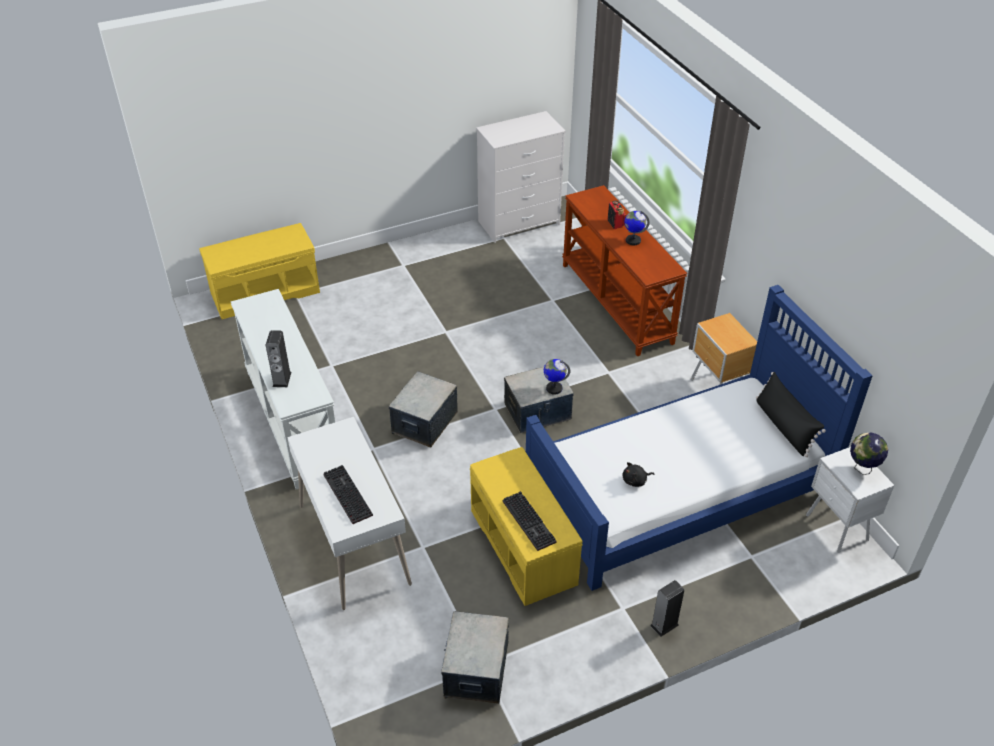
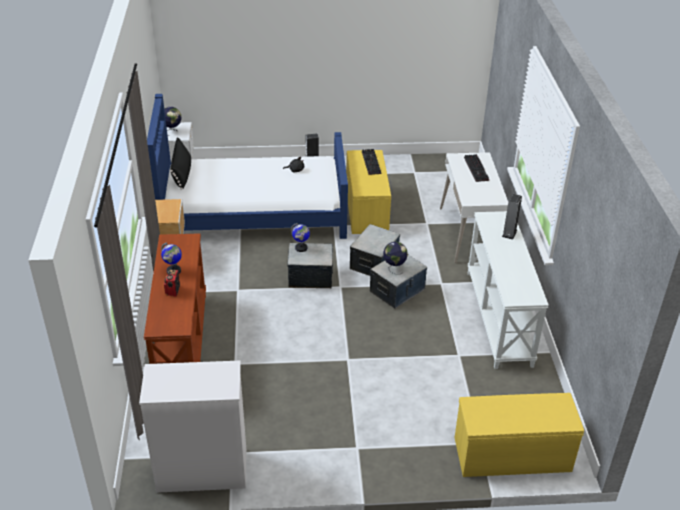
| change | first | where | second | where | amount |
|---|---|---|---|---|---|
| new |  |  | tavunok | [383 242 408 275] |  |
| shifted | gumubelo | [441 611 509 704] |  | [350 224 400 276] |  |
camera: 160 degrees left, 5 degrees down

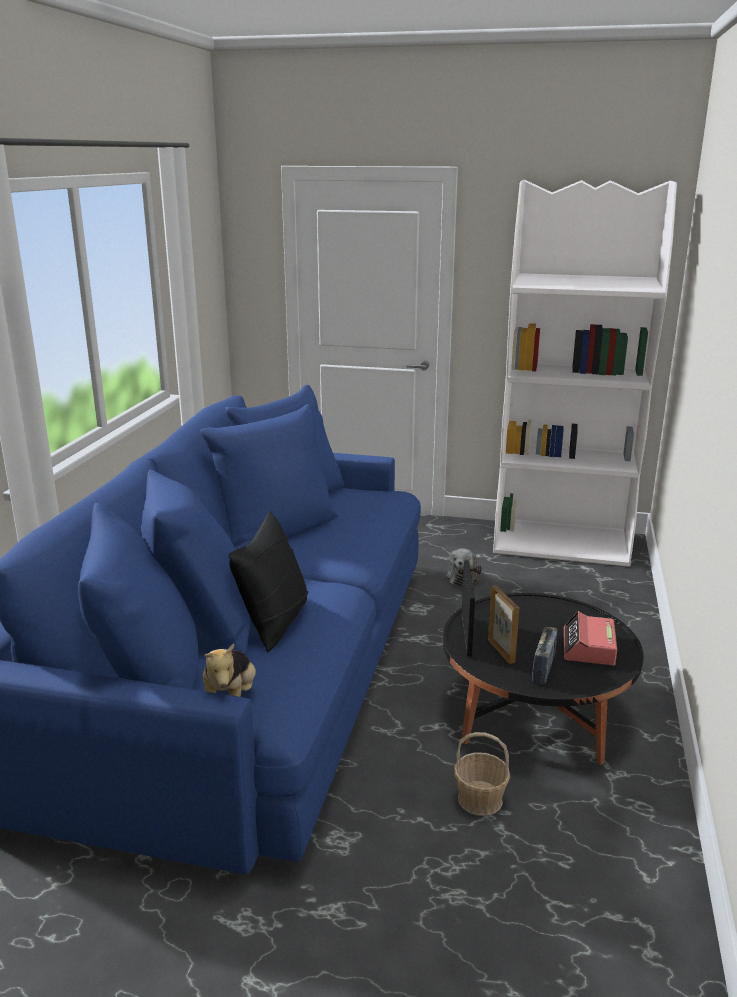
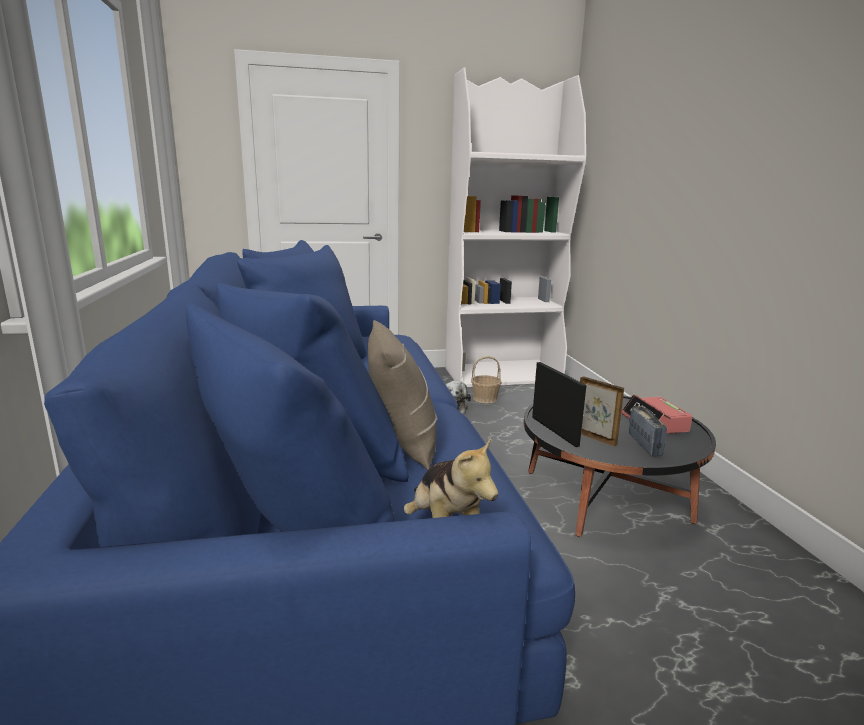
| change | first | where | second | where | amount |
|---|---|---|---|---|---|
| shifted | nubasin | [454 732 510 816] |  | [471 356 502 403] |  |
| repainted | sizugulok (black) | [228 511 308 652] | sizugulok (beige) | [368 320 437 470] |  |
camera: 25 degrees left, 5 degrees down

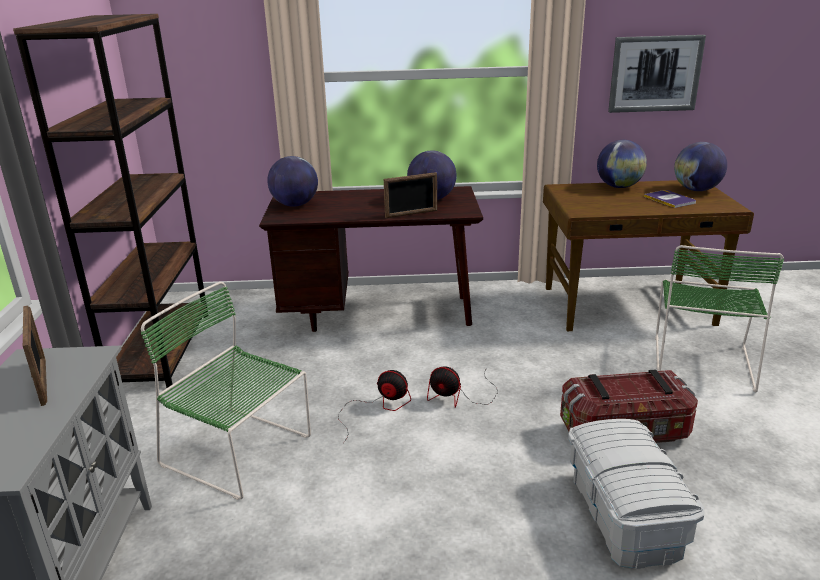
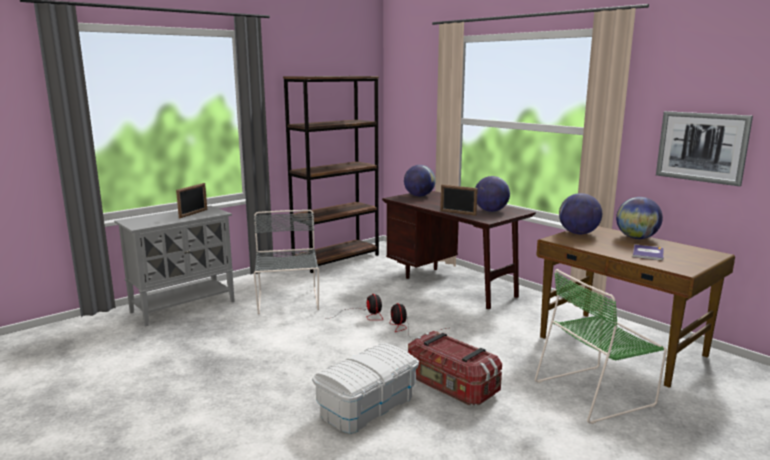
| change | first | where | second | where | amount |
|---|---|---|---|---|---|
| shifted | tavunok | [674 142 727 191] |  | [559 193 602 234] |  |
| repainted | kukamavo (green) | [141 282 311 500] | kukamavo (grey) | [254 210 319 314] |  |
camera: 50 degrees right, 10 degrees down

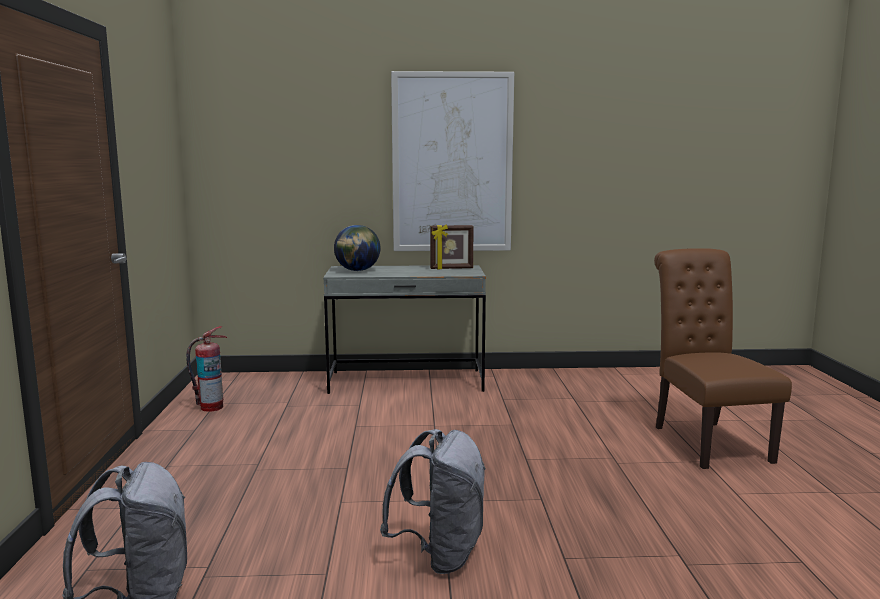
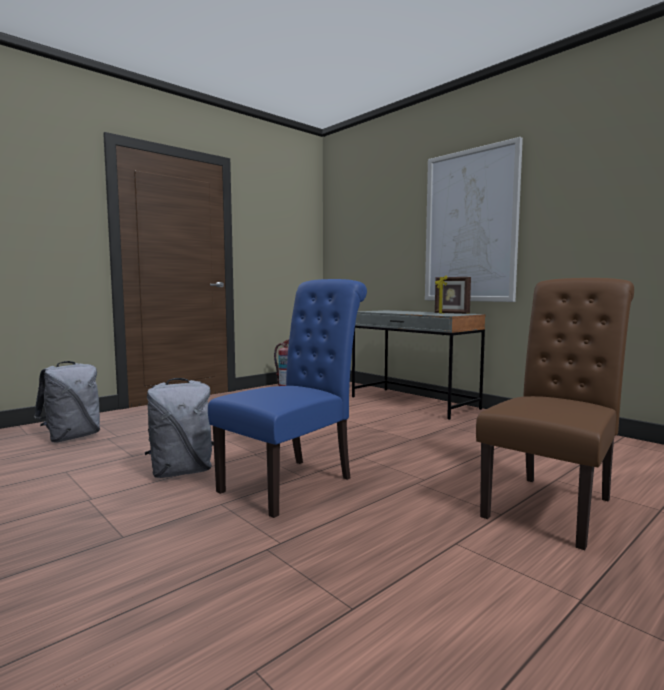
| change | first | where | second | where | amount |
|---|---|---|---|---|---|
| gone | tavunok | [334 225 381 271] |  |  |  |
| new |  |  | kukamavo (blue) | [208 279 367 518] |  |
camera: 50 degrees right, 5 degrees down

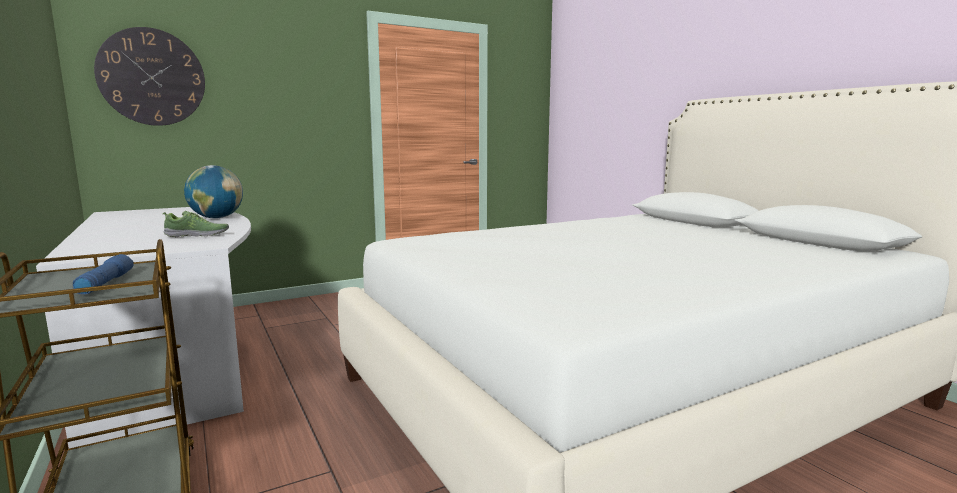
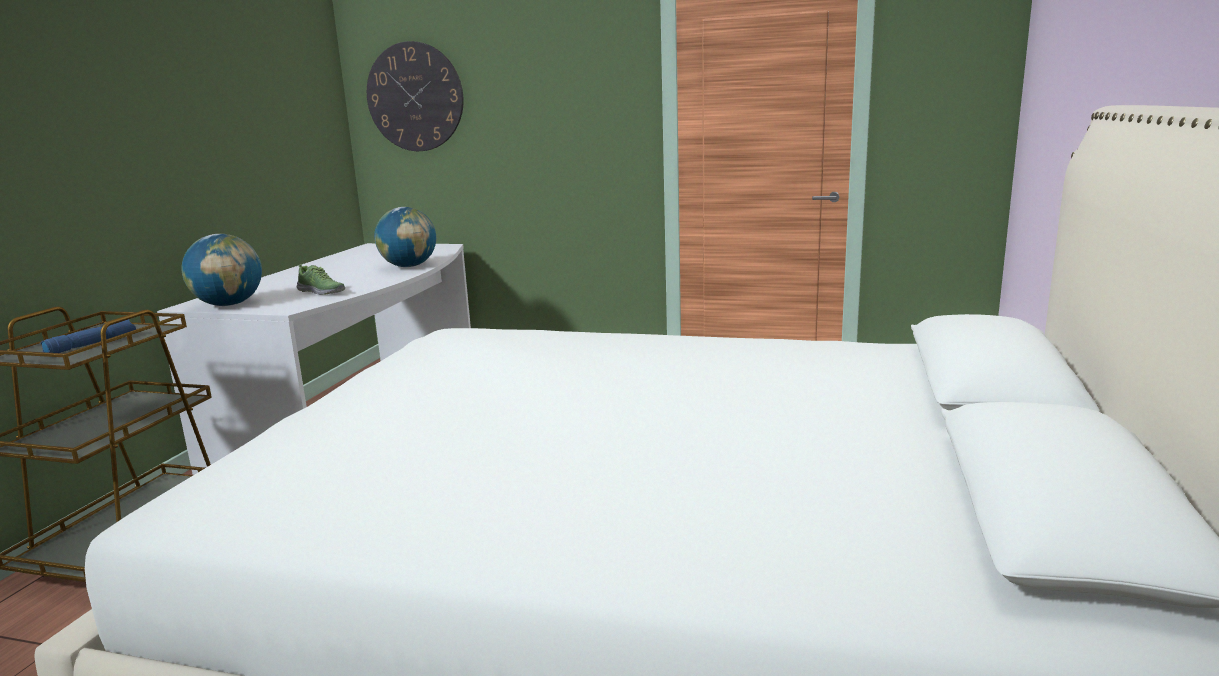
| change | first | where | second | where | amount |
|---|---|---|---|---|---|
| new |  |  | tavunok | [181 234 262 306] |  |
camera: 45 degrees right, 5 degrees up

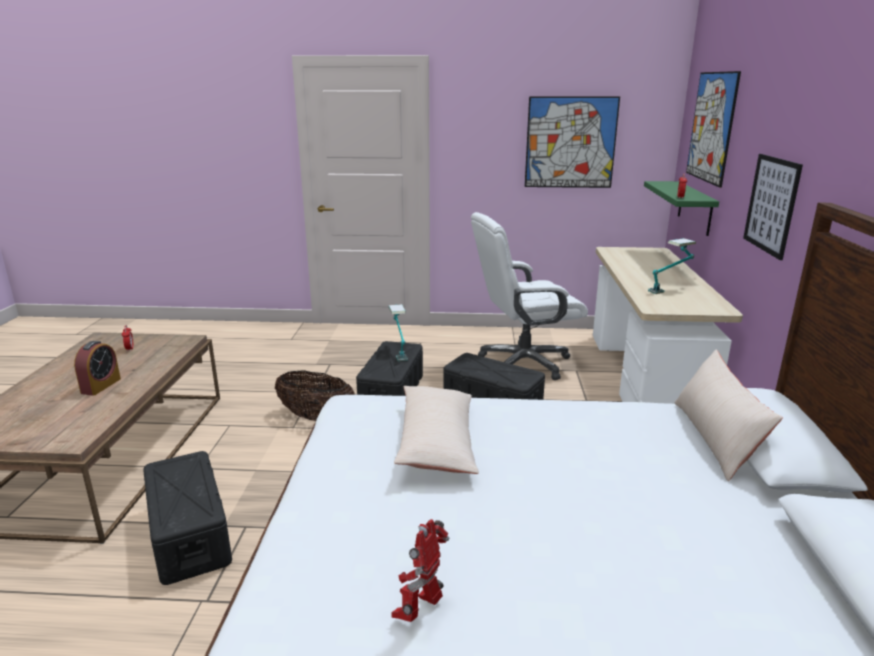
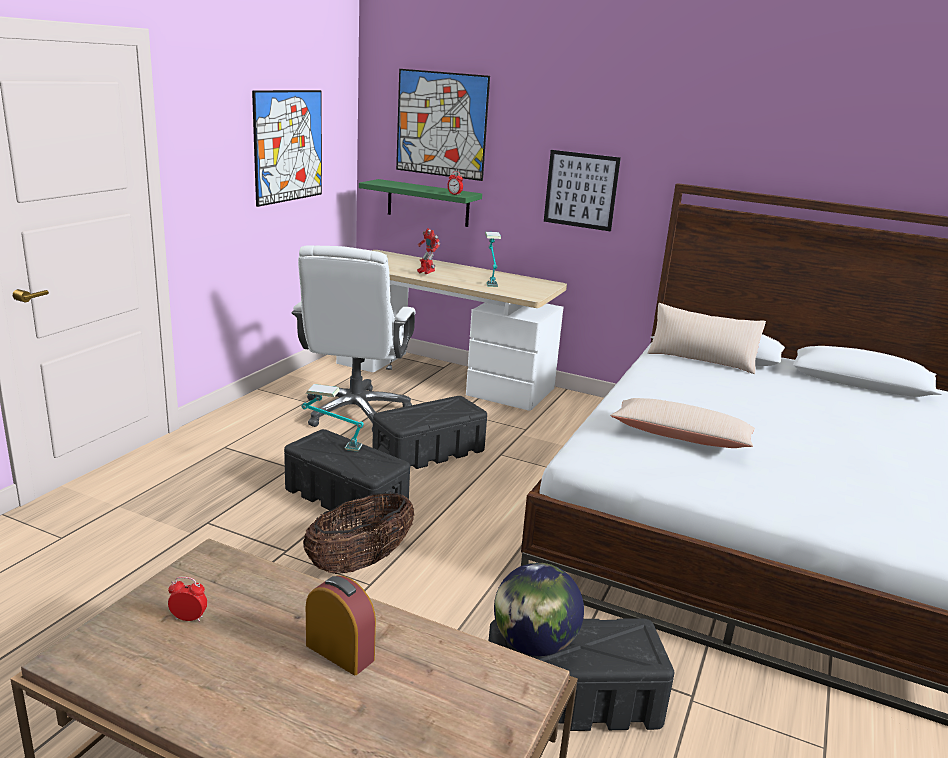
| change | first | where | second | where | amount |
|---|---|---|---|---|---|
| new |  |  | tavunok | [494 563 584 656] |  |
| shifted | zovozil | [391 519 449 622] |  | [417 228 440 274] |  |
camera: 70 degrees left, 0 degrees up

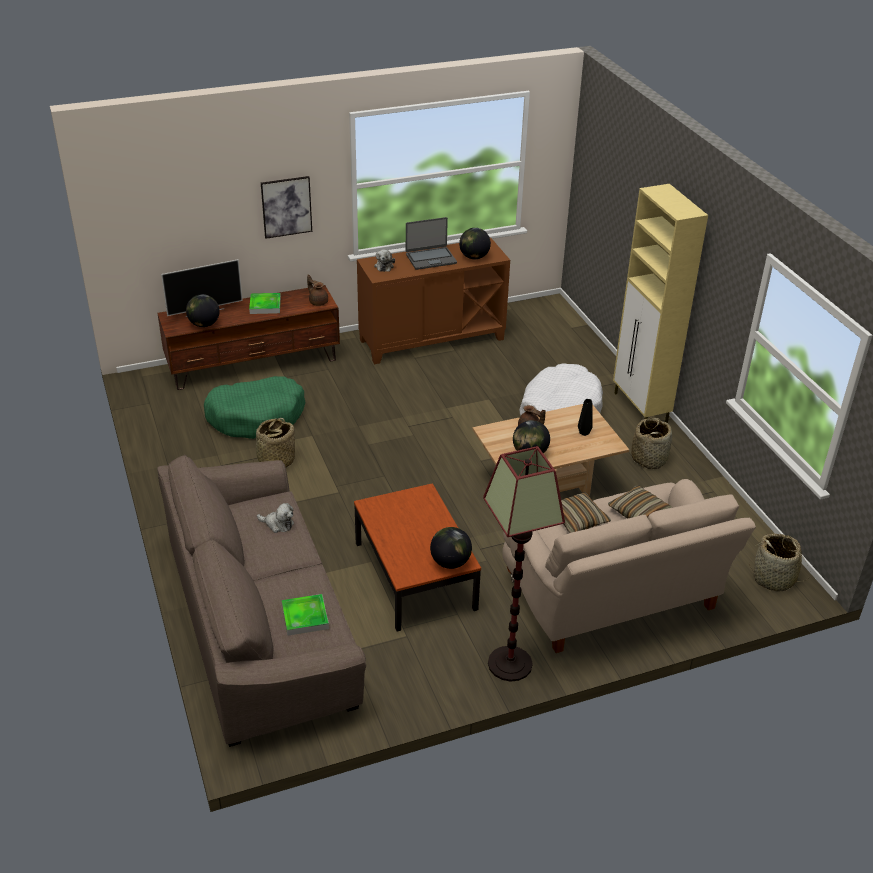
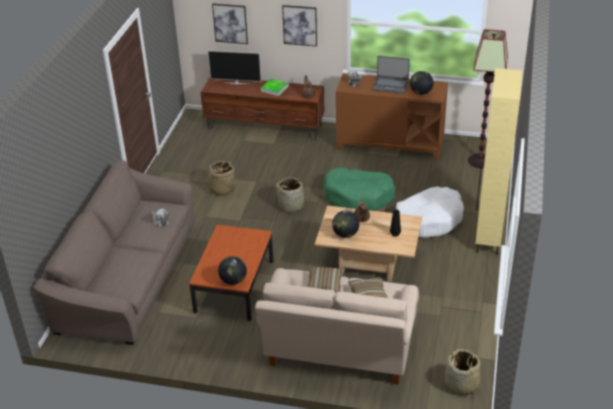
| change | first | where | second | where | amount |
|---|---|---|---|---|---|
| gone | tavunok | [186 294 220 327] |  |  |  |
| gone | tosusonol | [282 594 329 636] |  |  |  |
| new |  |  | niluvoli | [212 4 248 44] |  |
| shifted | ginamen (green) | [204 376 305 439] |  | [324 167 396 211] |  |
| shifted | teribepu | [483 446 565 682] |  | [468 29 508 168] |  |
| shifted | nubasin | [631 418 672 469] |  | [275 177 309 213] |  |
camera: 35 degrees right, 0 degrees up

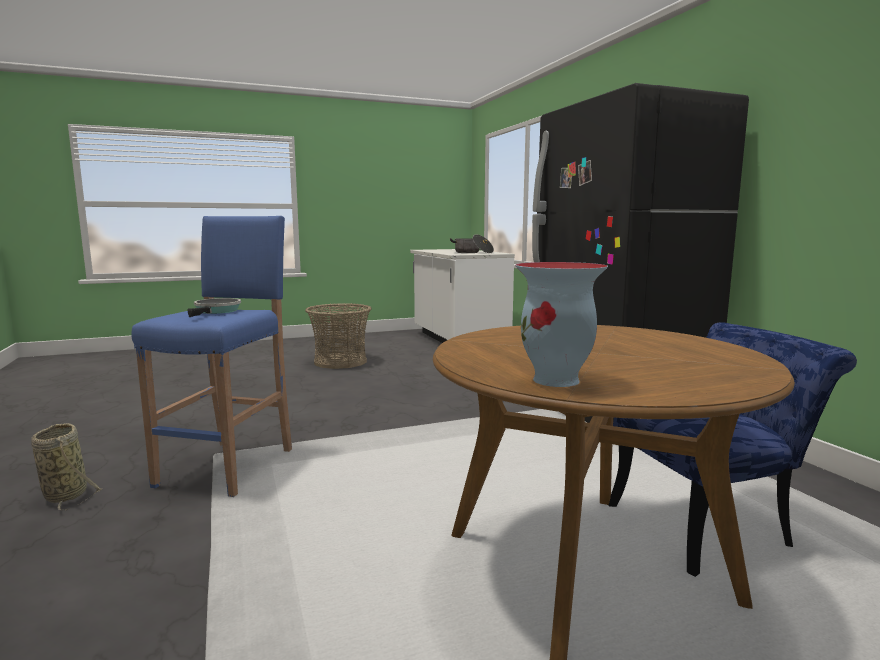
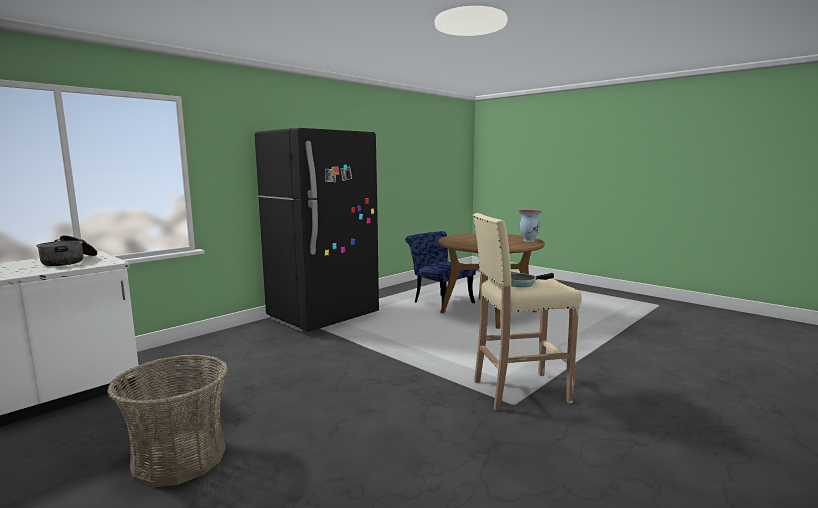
| change | first | where | second | where | amount |
|---|---|---|---|---|---|
| gone | nubasin | [31 423 103 510] |  |  |  |
| repainted | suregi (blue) | [131 216 292 497] | suregi (beige) | [473 213 582 411] |  |
camera: 115 degrees left, 0 degrees up

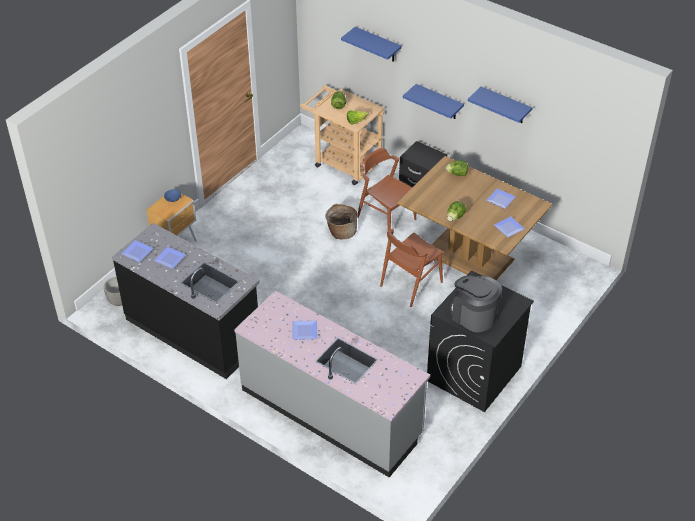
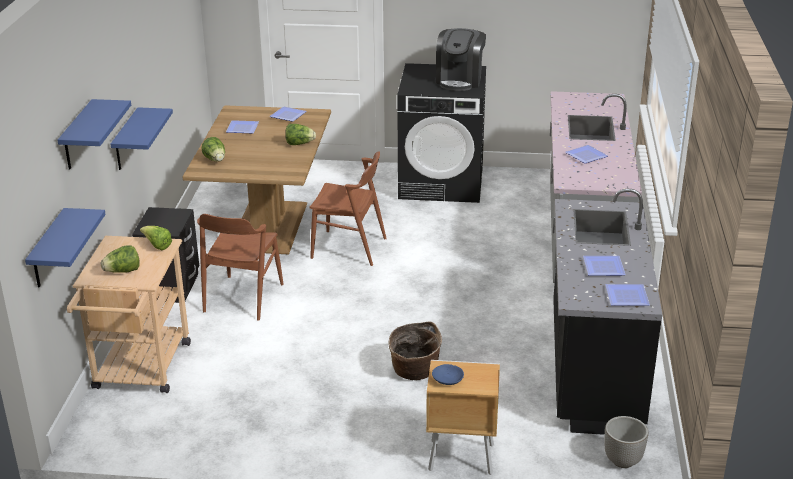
| change | first | where | second | where | amount |
|---|---|---|---|---|---|
| shifted | nubasin | [325 204 358 239] |  | [389 322 442 380] |  |
| shifted | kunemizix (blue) | [468 86 532 123] |  | [25 208 106 288] |  |
camera: 120 degrees left, 15 degrees down

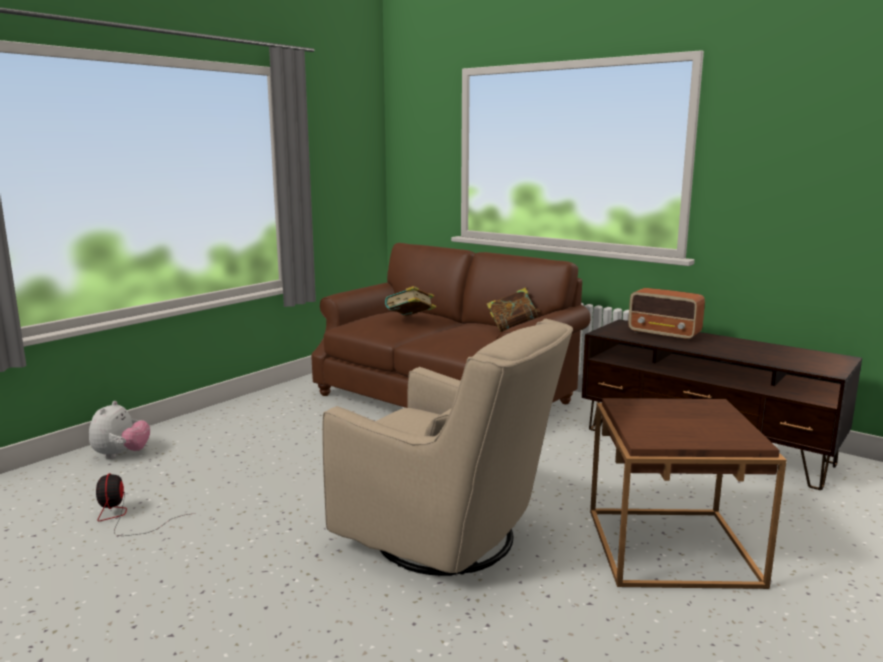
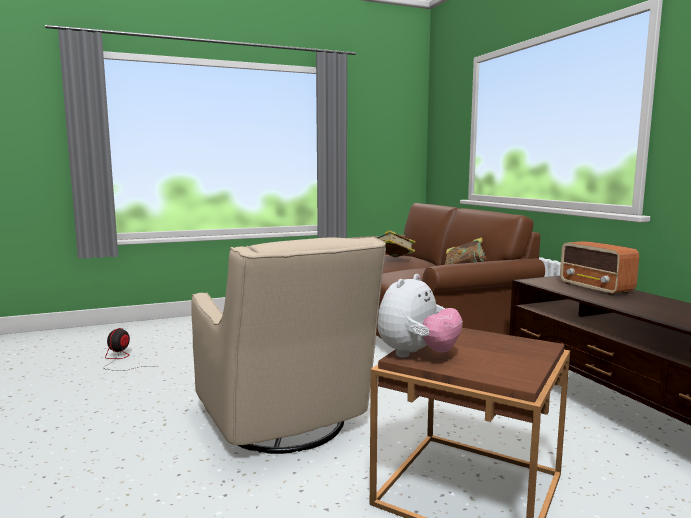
| change | first | where | second | where | amount |
|---|---|---|---|---|---|
| shifted | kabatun | [89 401 150 459] |  | [377 274 463 357] |  |
camera: 30 degrees right, 5 degrees down

